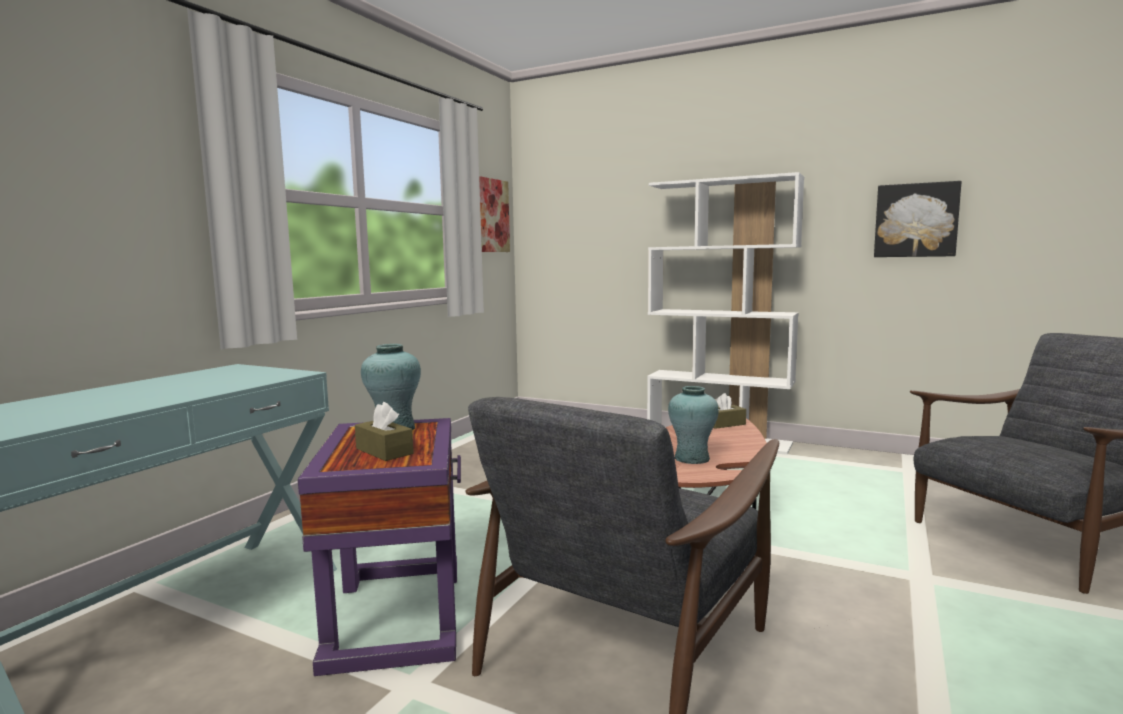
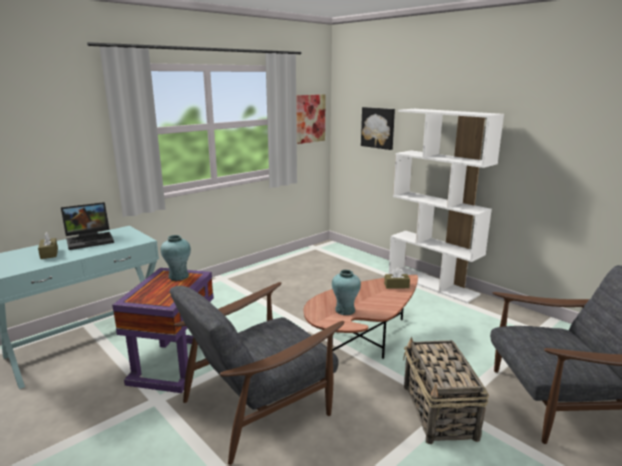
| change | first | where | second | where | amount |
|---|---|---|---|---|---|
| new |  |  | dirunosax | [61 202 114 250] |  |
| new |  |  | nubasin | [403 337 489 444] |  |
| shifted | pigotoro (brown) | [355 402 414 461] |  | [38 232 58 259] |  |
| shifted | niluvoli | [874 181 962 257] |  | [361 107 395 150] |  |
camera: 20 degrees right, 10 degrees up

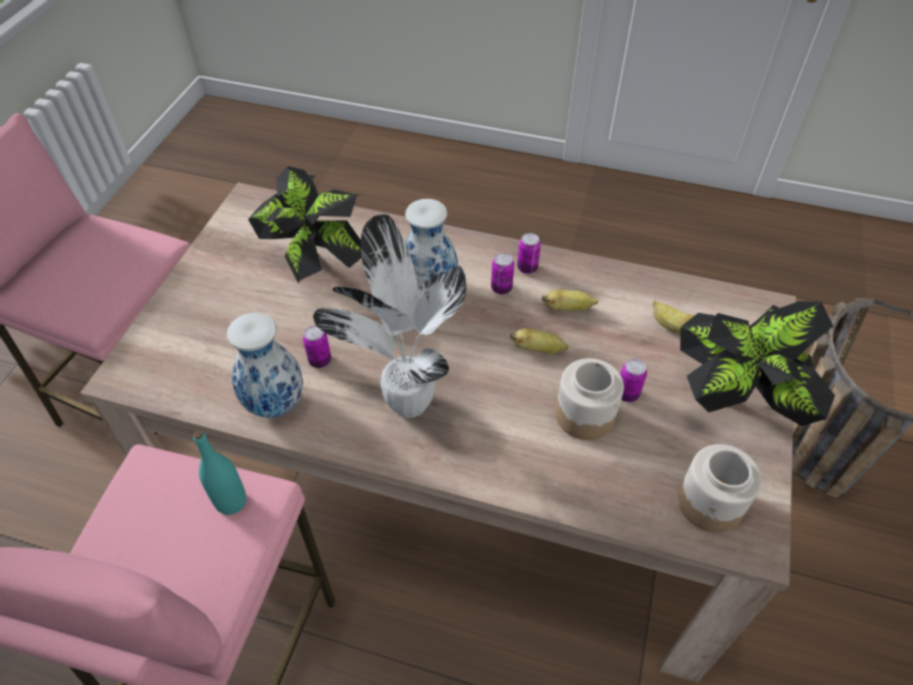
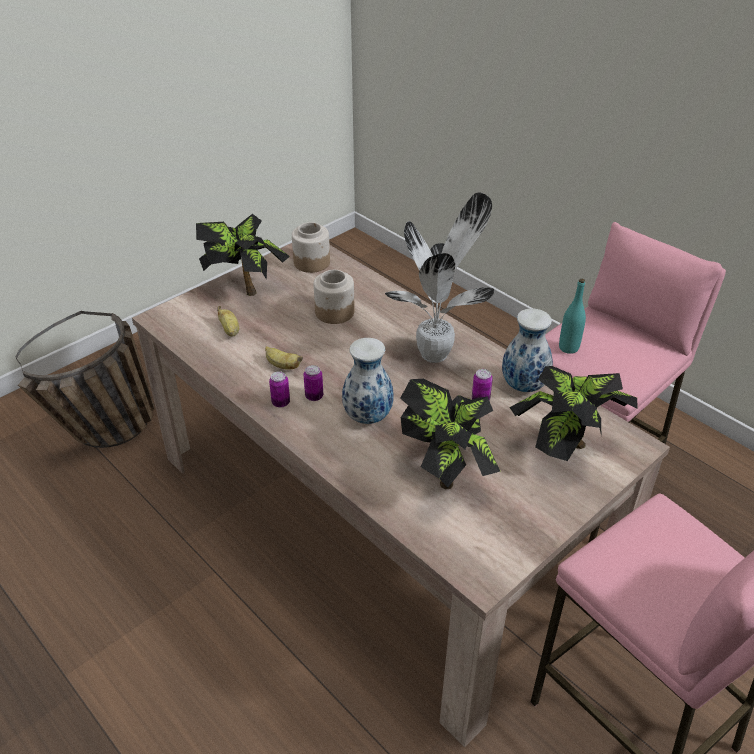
| change | first | where | second | where | amount |
|---|---|---|---|---|---|
| gone | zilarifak | [510 329 569 354] |  |  |  |
| gone | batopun | [620 359 647 402] |  |  |  |
| new |  |  | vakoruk | [509 366 638 461] |  |
camera: 150 degrees left, 10 degrees down

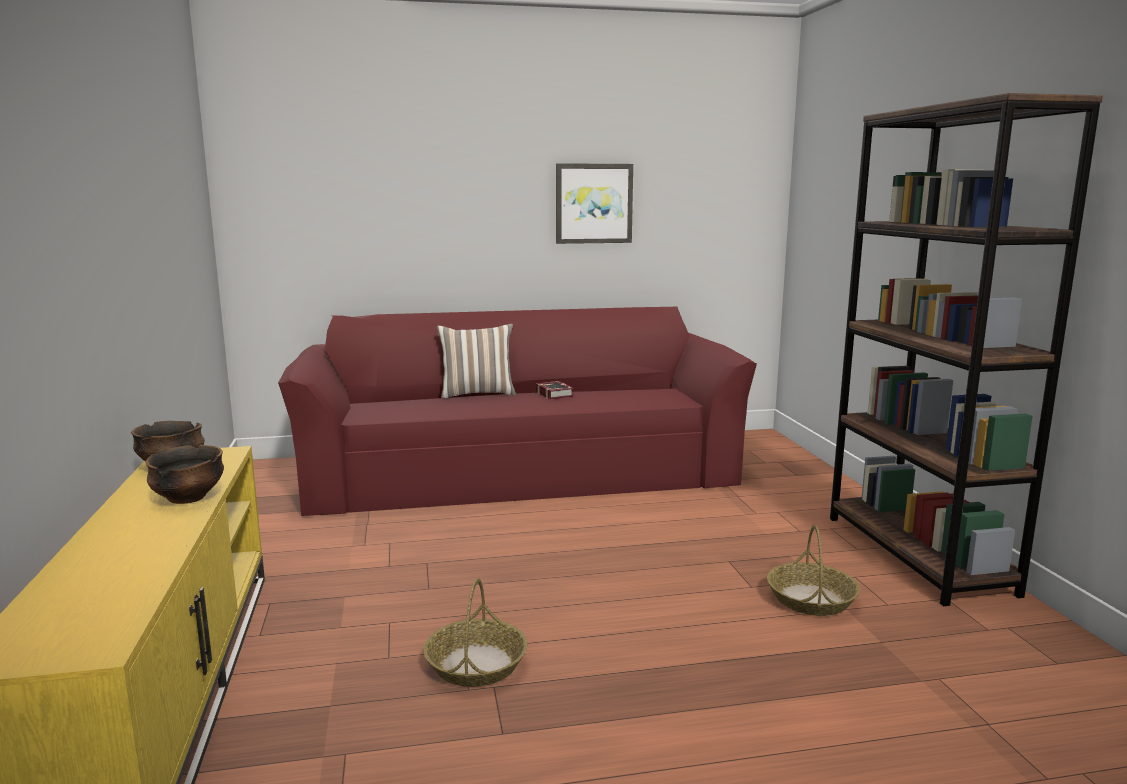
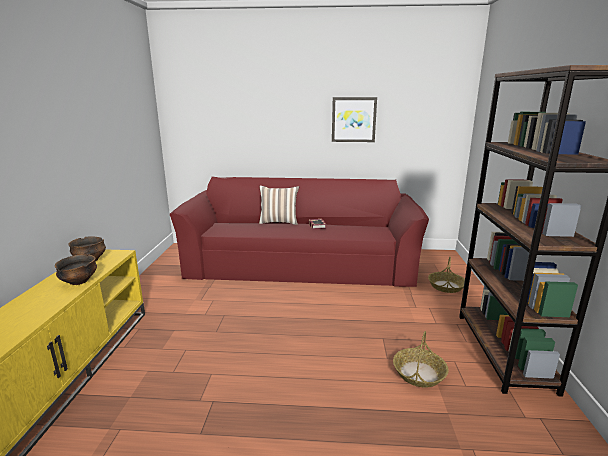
| change | first | where | second | where | amount |
|---|---|---|---|---|---|
| shifted | nubasin | [423 578 528 687] |  | [428 257 465 293] |  |
camera: 15 degrees right, 5 degrees up

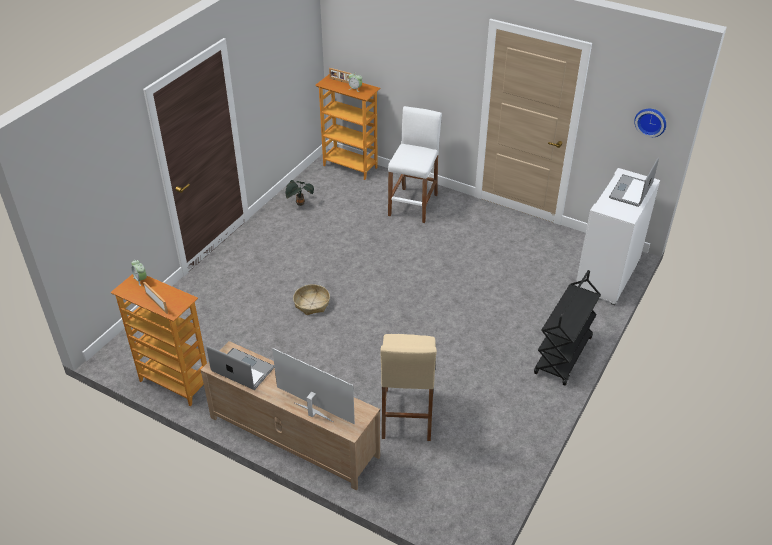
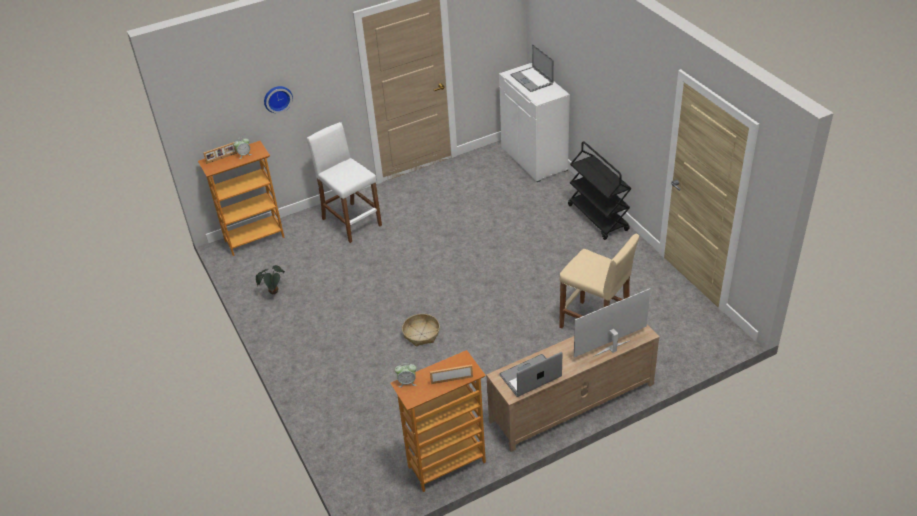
| change | first | where | second | where | amount |
|---|---|---|---|---|---|
| shifted | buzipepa | [634 109 666 137] |  | [264 86 293 113] |  |
camera: 55 degrees left, 0 degrees up

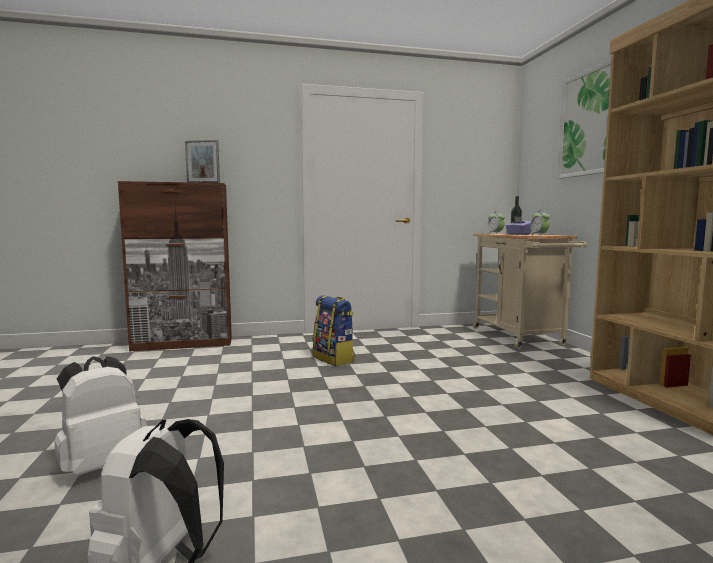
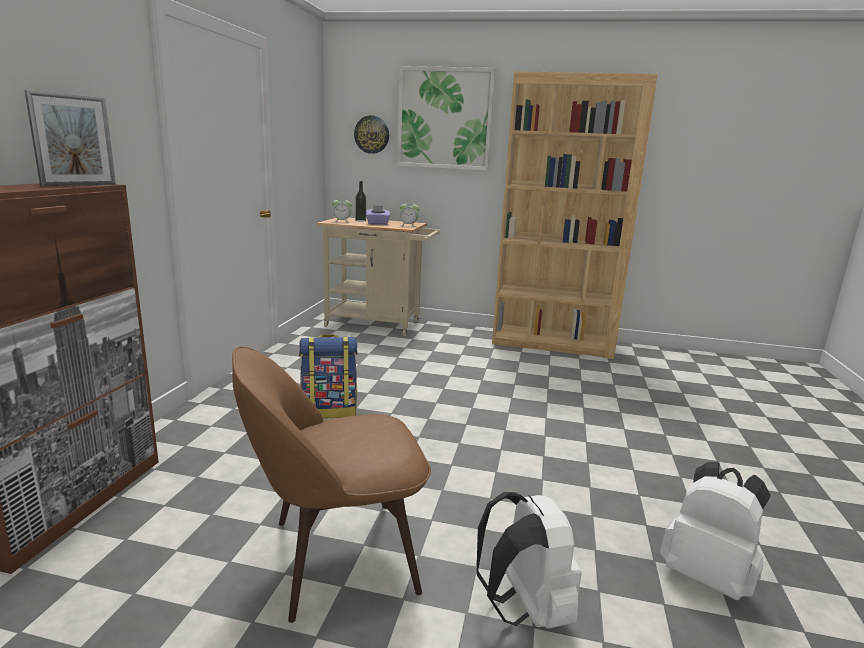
| change | first | where | second | where | amount |
|---|---|---|---|---|---|
| new |  |  | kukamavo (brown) | [232 346 431 623] |  |
| new |  |  | buzipepa | [354 116 389 154] |  |
camera: 65 degrees left, 10 degrees up

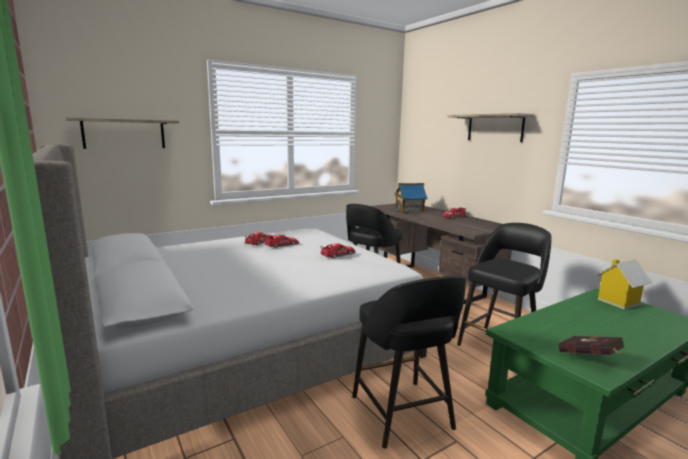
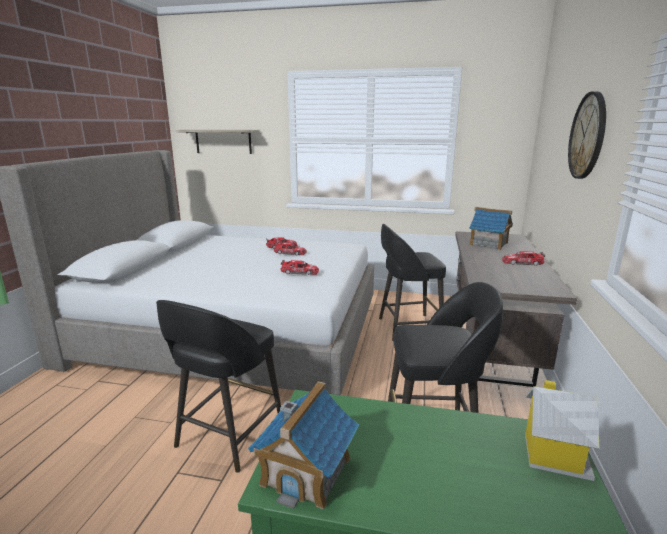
| change | first | where | second | where | amount |
|---|---|---|---|---|---|
| swapped | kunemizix | [447 113 535 142] | buzipepa | [568 91 606 179] |  |
| swapped | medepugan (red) | [558 336 625 355] | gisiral | [248 381 359 510] |  |
camera: 45 degrees right, 5 degrees up

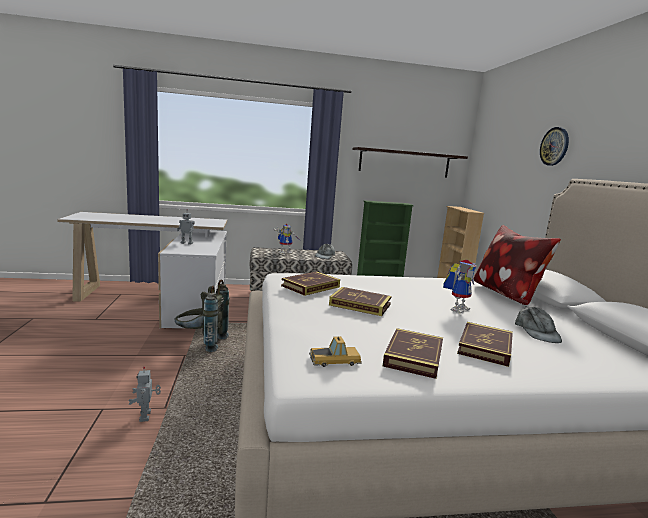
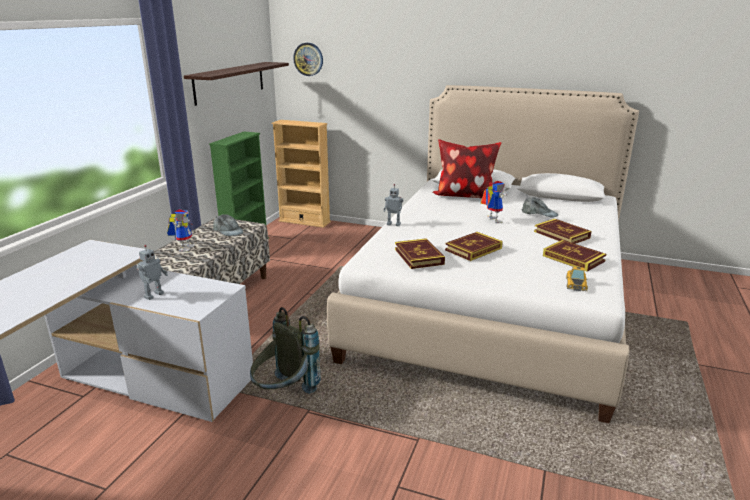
| change | first | where | second | where | amount |
|---|---|---|---|---|---|
| shifted | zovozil | [128 367 161 422] |  | [384 184 403 226] |  |
| shifted | buzipepa | [540 127 569 166] |  | [293 43 323 76] |  |
camera: 60 degrees left, 10 degrees up

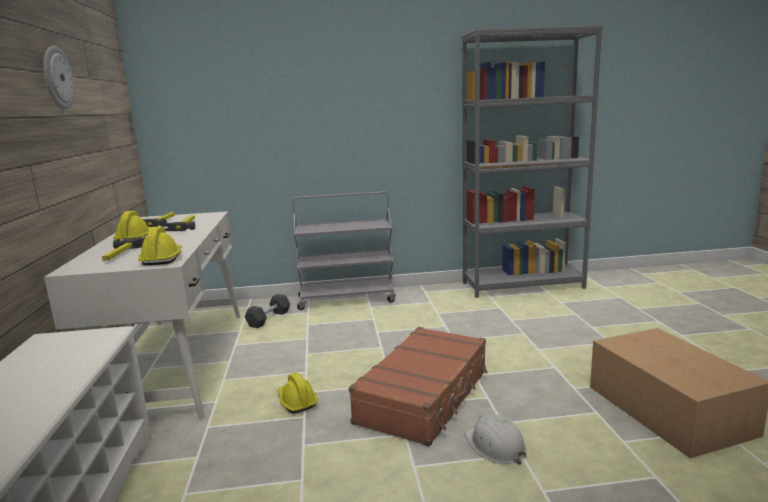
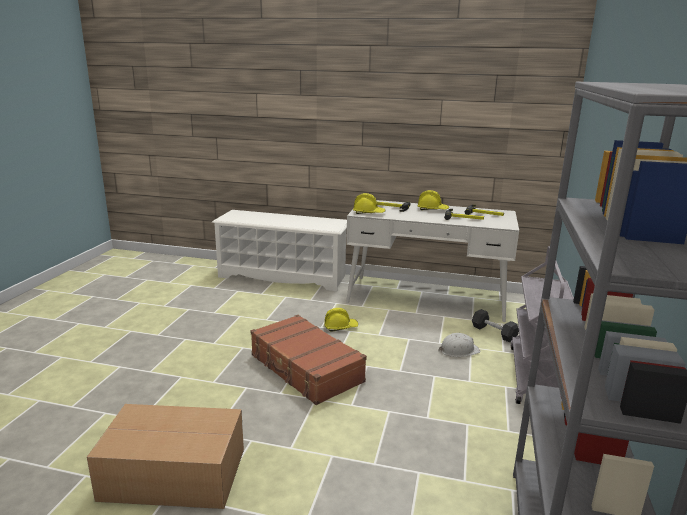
| change | first | where | second | where | amount |
|---|---|---|---|---|---|
| gone | buzipepa | [43 46 75 109] |  |  |  |
| shifted | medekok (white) | [465 414 527 465] |  | [439 333 480 357] |  |
camera: 110 degrees right, 5 degrees up

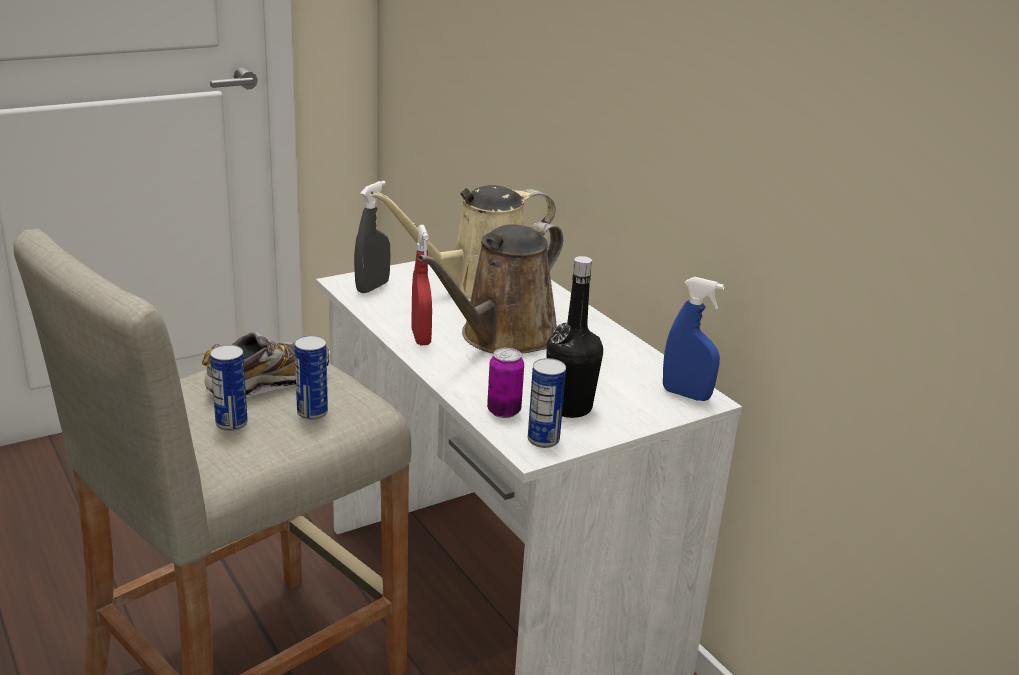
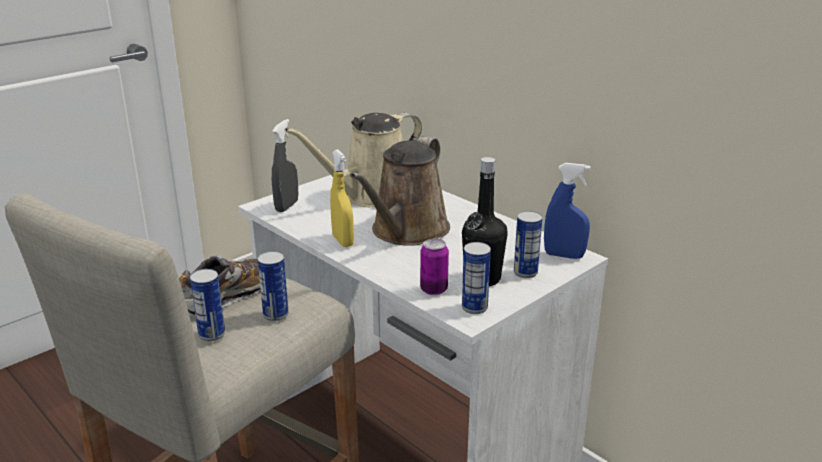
| change | first | where | second | where | amount |
|---|---|---|---|---|---|
| new |  |  | batopun | [514 211 543 278] |  |
| repainted | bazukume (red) | [411 225 432 345] | bazukume (yellow) | [330 149 354 247] |  |
camera: 10 degrees left, 0 degrees up

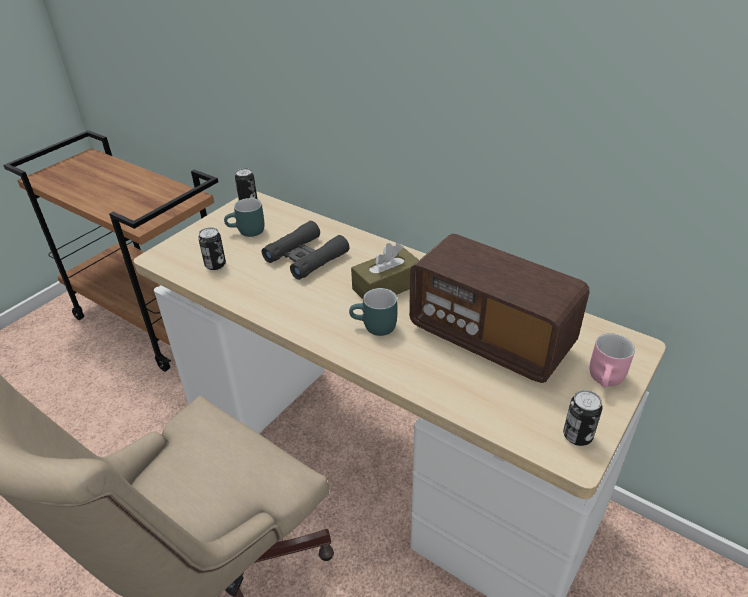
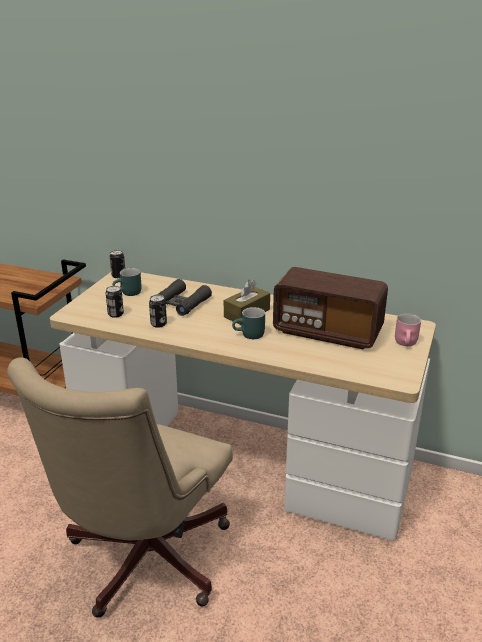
| change | first | where | second | where | amount |
|---|---|---|---|---|---|
| shifted | batopun | [563 390 603 446] |  | [149 295 167 328] |  |
camera: 15 degrees left, 10 degrees down

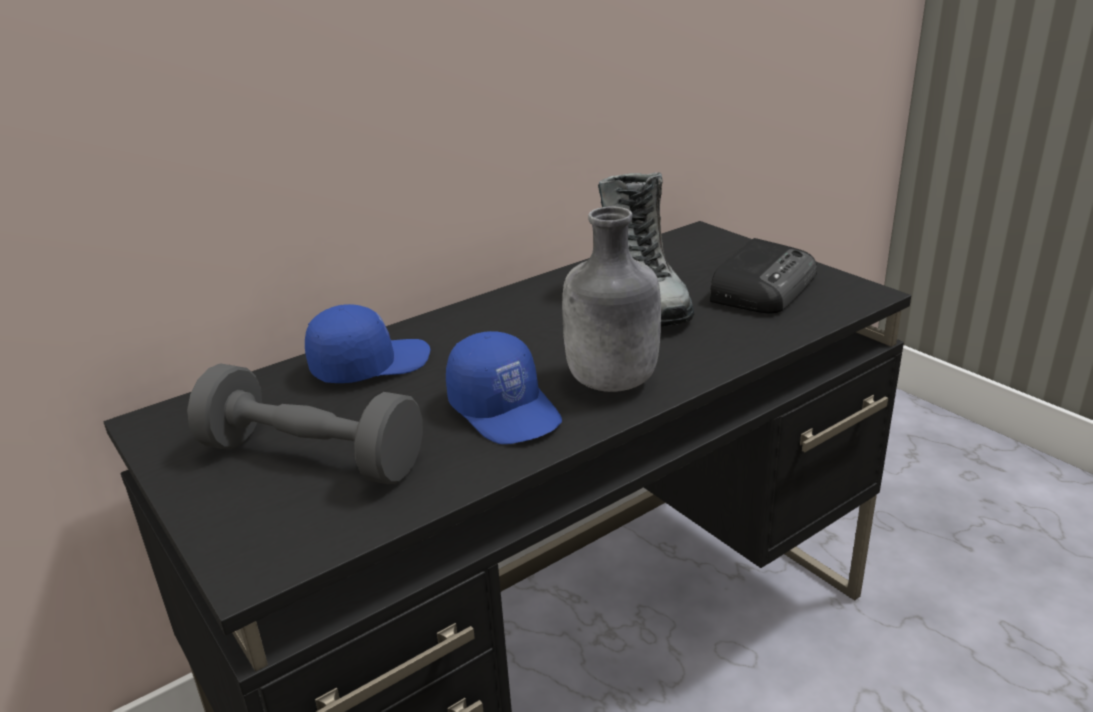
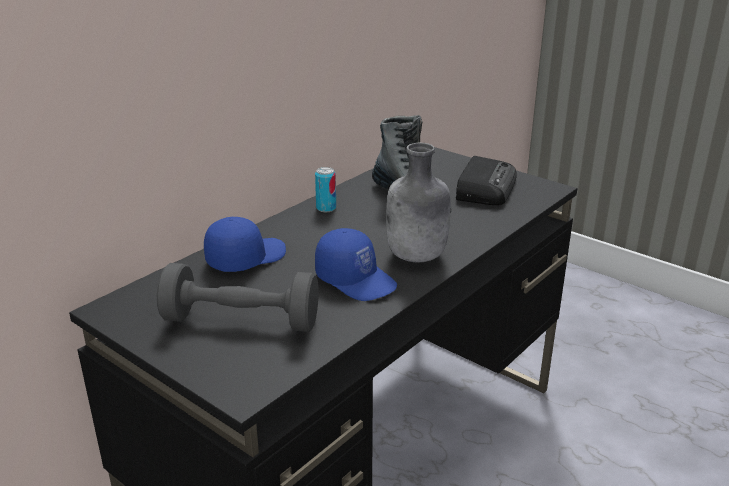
| change | first | where | second | where | amount |
|---|---|---|---|---|---|
| new |  |  | batopun | [315 167 336 212] |  |
camera: 15 degrees left, 0 degrees up

